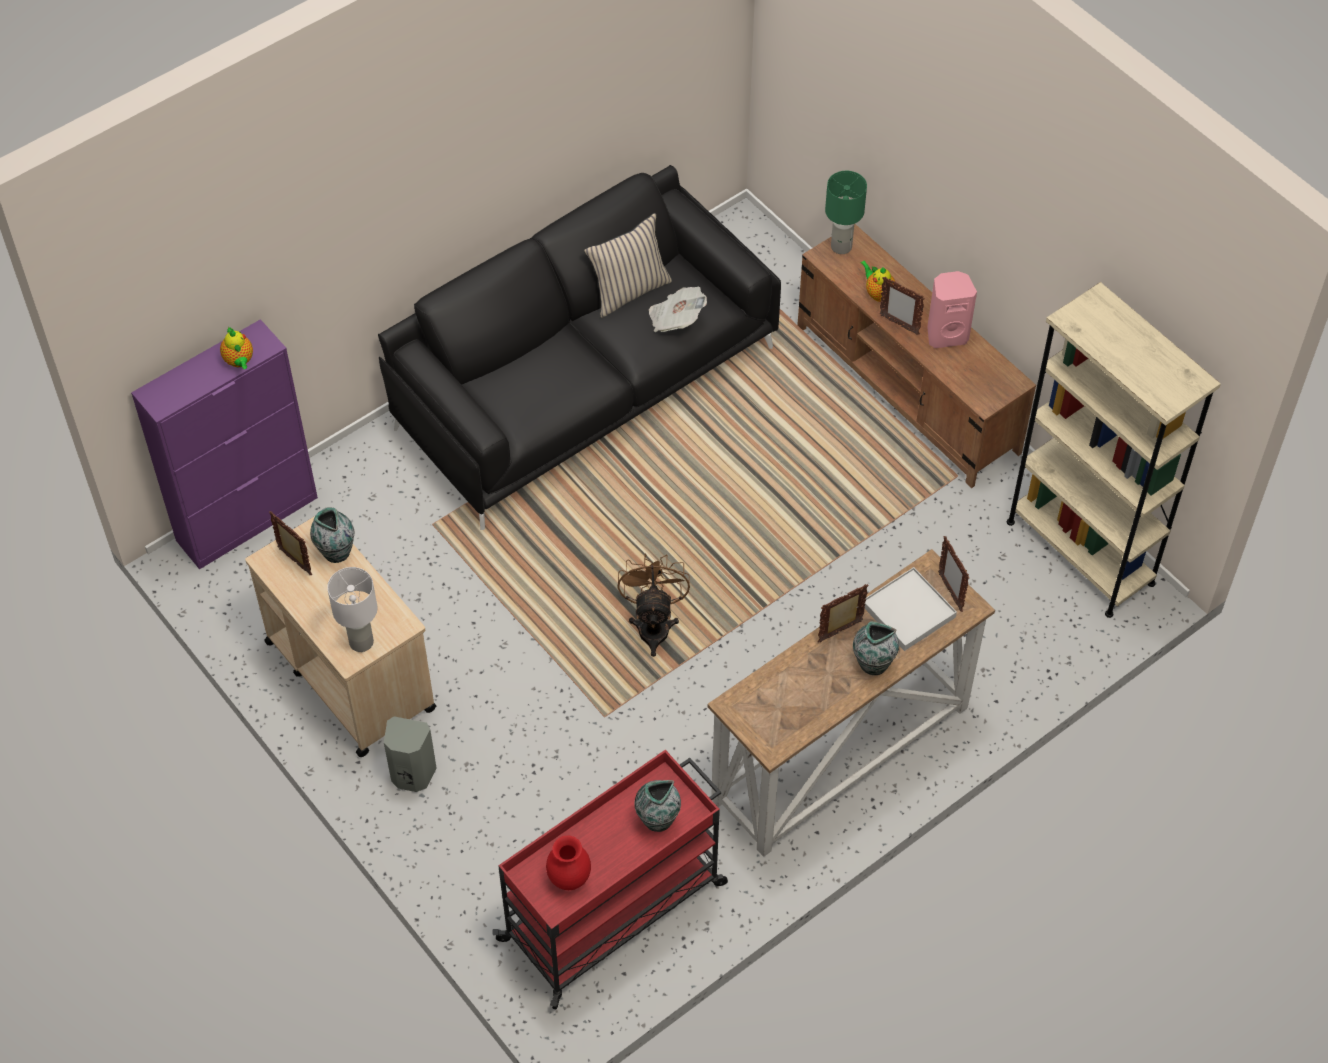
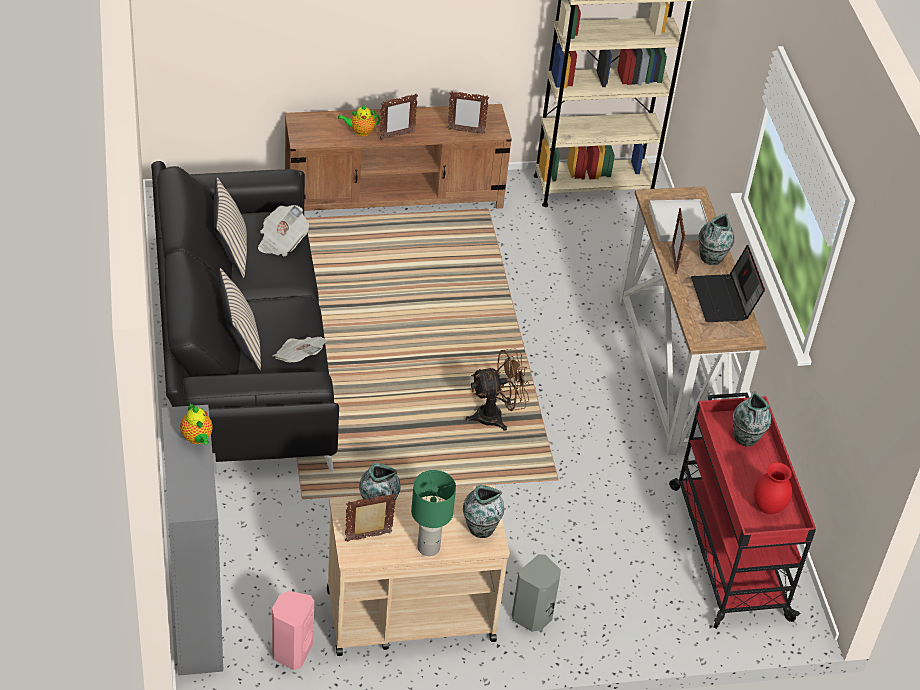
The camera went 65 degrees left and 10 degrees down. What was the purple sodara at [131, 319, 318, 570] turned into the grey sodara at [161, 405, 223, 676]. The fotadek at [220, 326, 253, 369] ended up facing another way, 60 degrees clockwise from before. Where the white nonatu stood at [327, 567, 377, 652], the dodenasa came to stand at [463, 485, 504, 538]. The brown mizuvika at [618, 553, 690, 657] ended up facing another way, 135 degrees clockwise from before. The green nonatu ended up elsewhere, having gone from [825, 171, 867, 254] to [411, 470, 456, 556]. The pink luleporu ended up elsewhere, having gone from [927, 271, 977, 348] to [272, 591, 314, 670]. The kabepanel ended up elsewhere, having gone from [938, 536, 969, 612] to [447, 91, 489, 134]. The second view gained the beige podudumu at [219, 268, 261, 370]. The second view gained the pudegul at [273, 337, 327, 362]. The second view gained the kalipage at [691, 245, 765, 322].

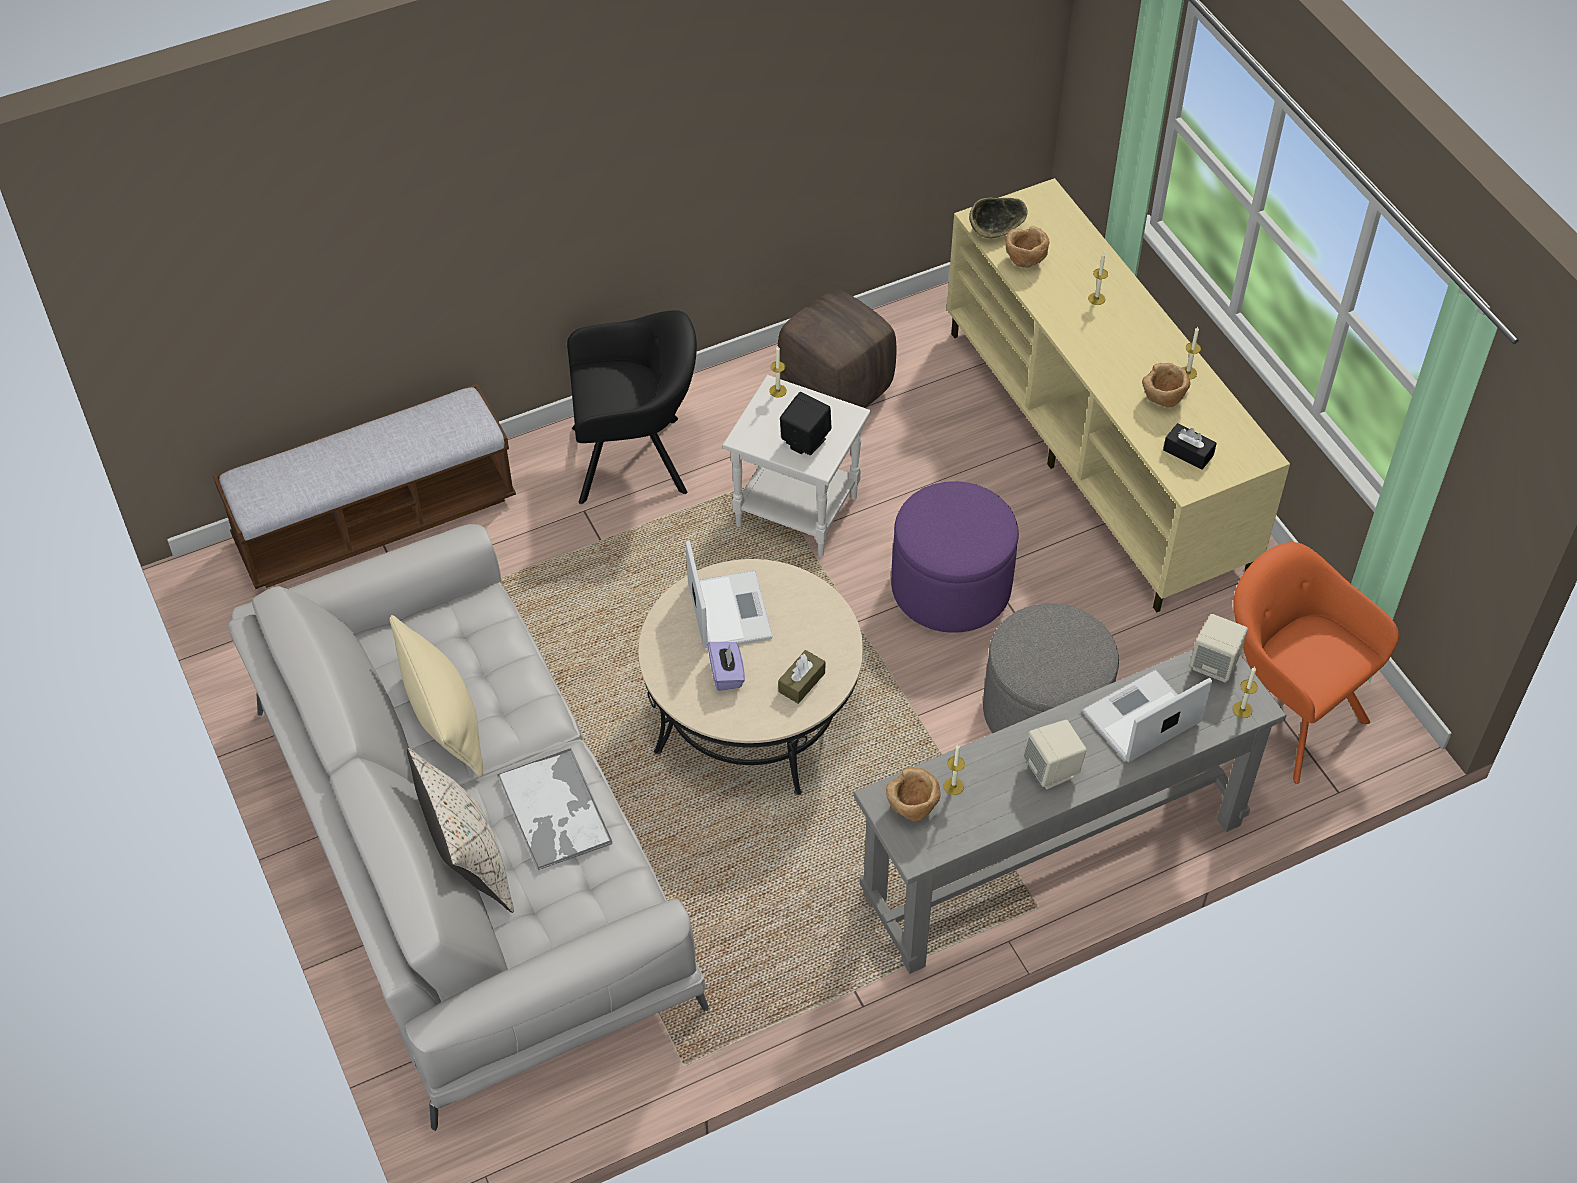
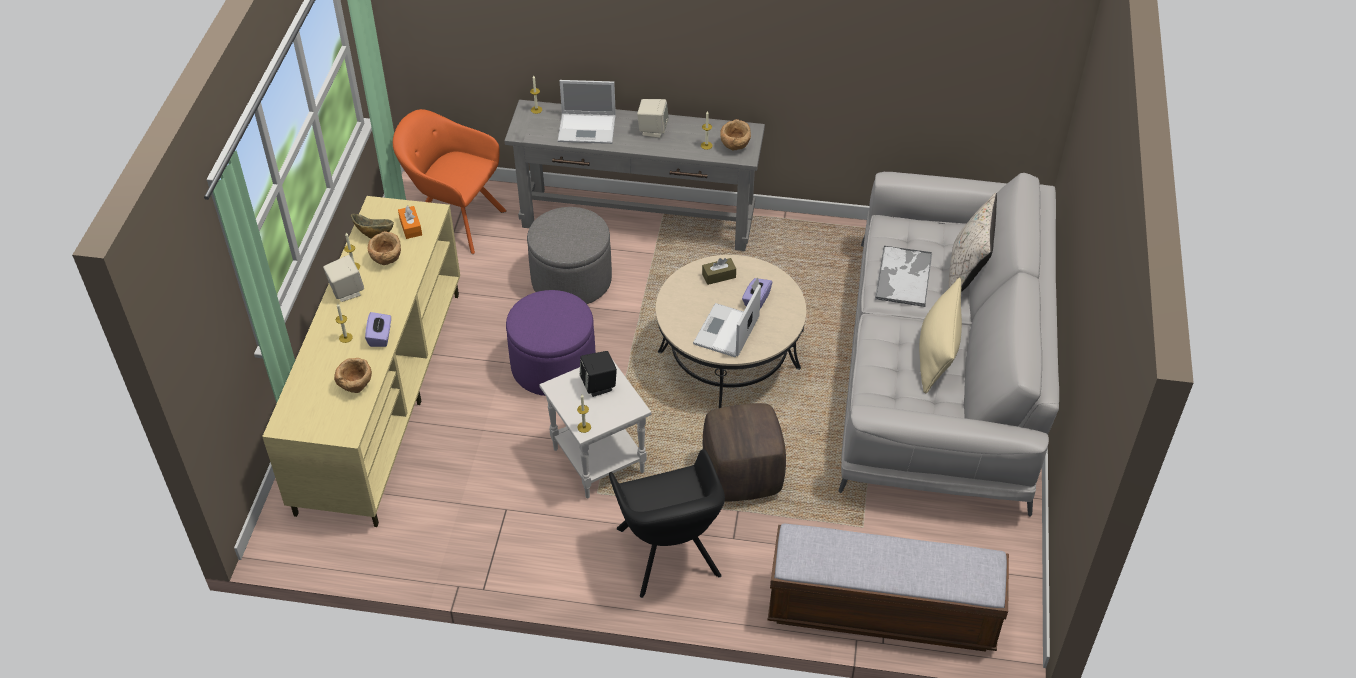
The camera went 145 degrees left and 5 degrees down. The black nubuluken at [567, 310, 697, 504] ended up facing another way, 135 degrees counterclockwise from before. The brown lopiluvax ended up elsewhere, having gone from [778, 290, 896, 408] to [703, 403, 786, 501]. The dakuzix ended up elsewhere, having gone from [969, 198, 1028, 238] to [351, 214, 394, 239]. What was the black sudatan at [1163, 423, 1217, 470] turned into the orange sudatan at [398, 206, 422, 239]. The beige luleporu ended up elsewhere, having gone from [1190, 614, 1248, 682] to [323, 255, 364, 302]. The orange nubuluken at [1233, 542, 1399, 784] ended up facing another way, 120 degrees clockwise from before. The second view gained the purple sudatan at [365, 312, 391, 347].

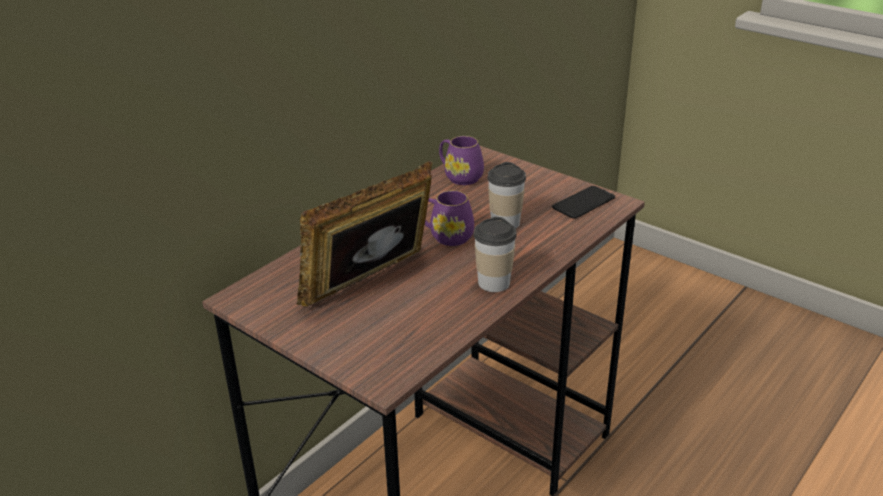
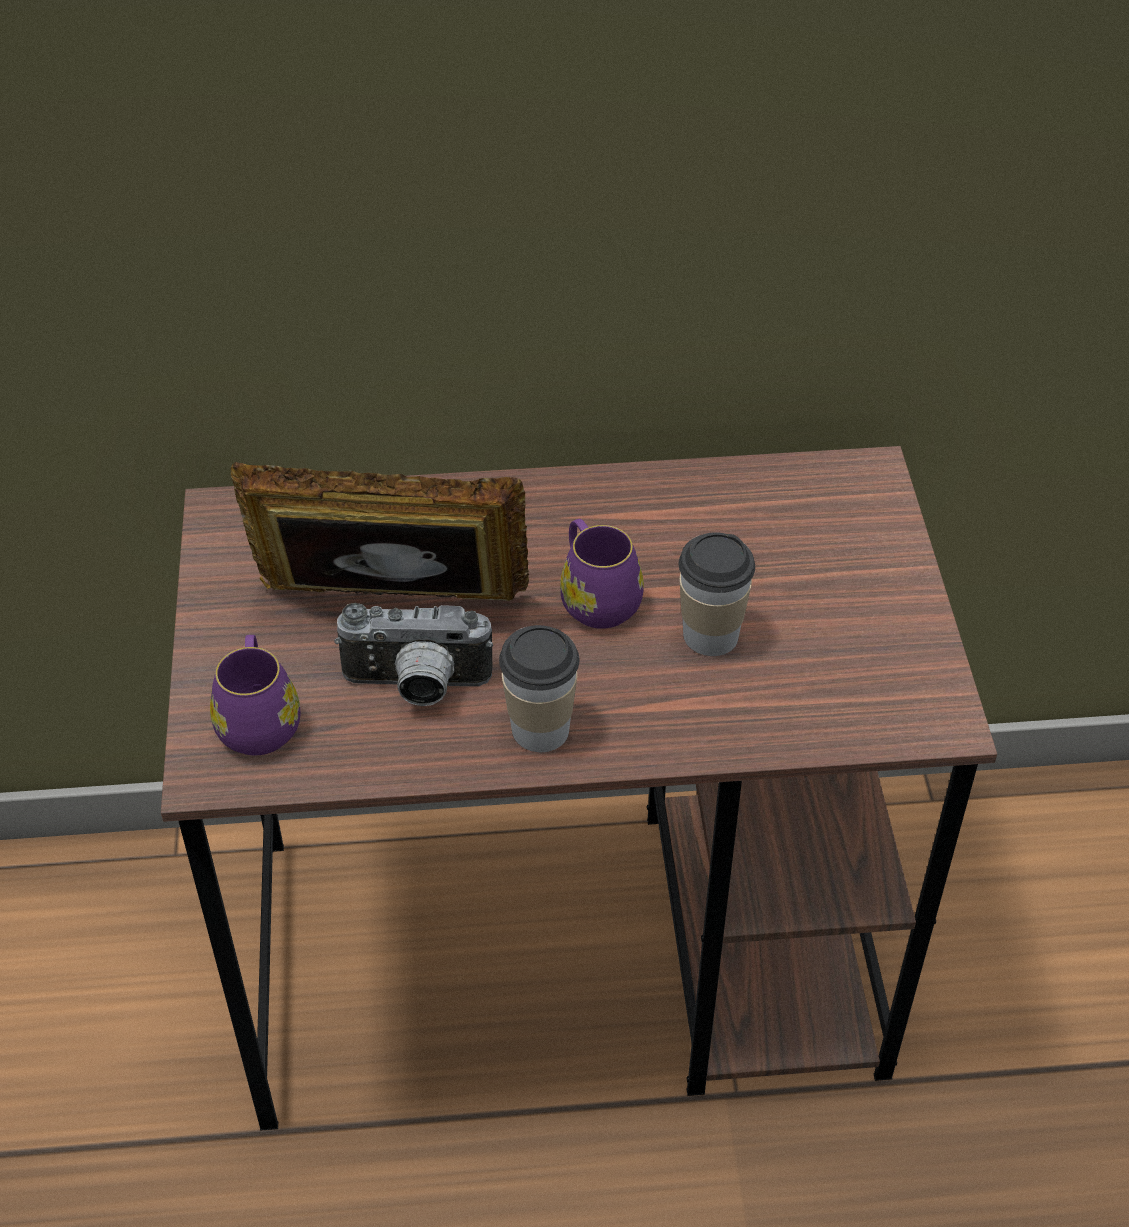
The camera went 45 degrees right and 15 degrees up. The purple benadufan ended up elsewhere, having gone from [439, 136, 484, 185] to [210, 635, 300, 756]. The second view lost the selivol at [552, 186, 615, 218]. The second view gained the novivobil at [334, 603, 493, 706].

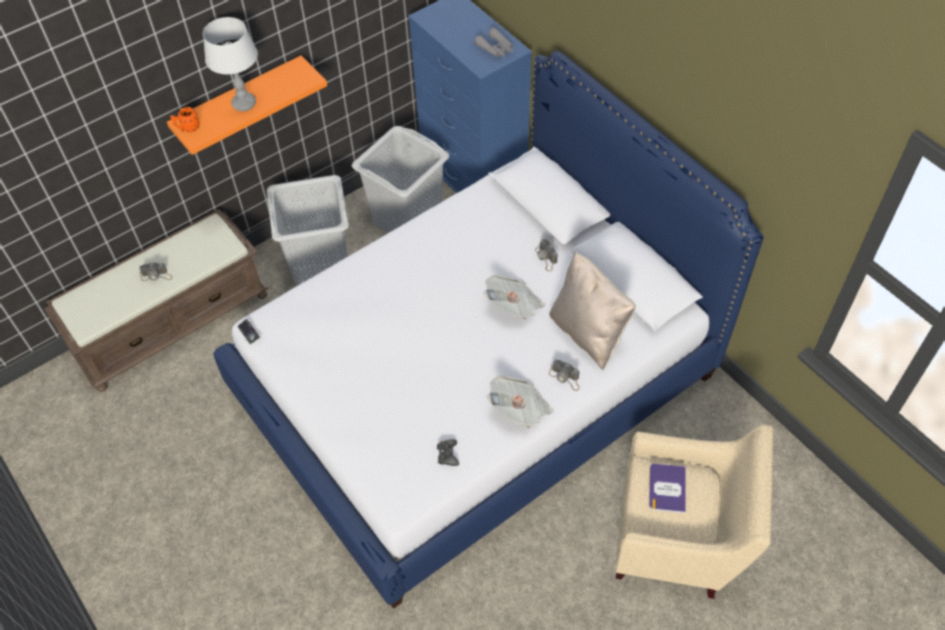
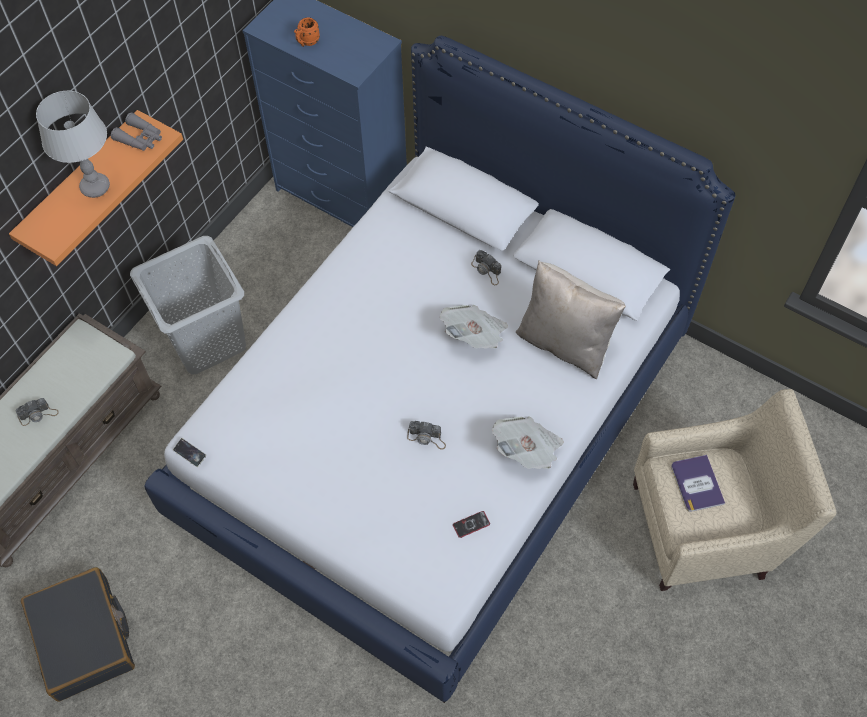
The camera went 20 degrees left and 5 degrees up. The orange benadufan ended up elsewhere, having gone from [170, 107, 200, 132] to [294, 17, 320, 47]. The second view lost the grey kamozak at [352, 126, 449, 233]. Where the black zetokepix stood at [437, 439, 459, 466], the selivol came to stand at [453, 511, 490, 538]. The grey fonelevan ended up elsewhere, having gone from [474, 27, 513, 57] to [111, 112, 162, 151]. The novivobil ended up elsewhere, having gone from [549, 360, 580, 391] to [407, 421, 446, 450]. The second view gained the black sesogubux at [21, 567, 135, 702].

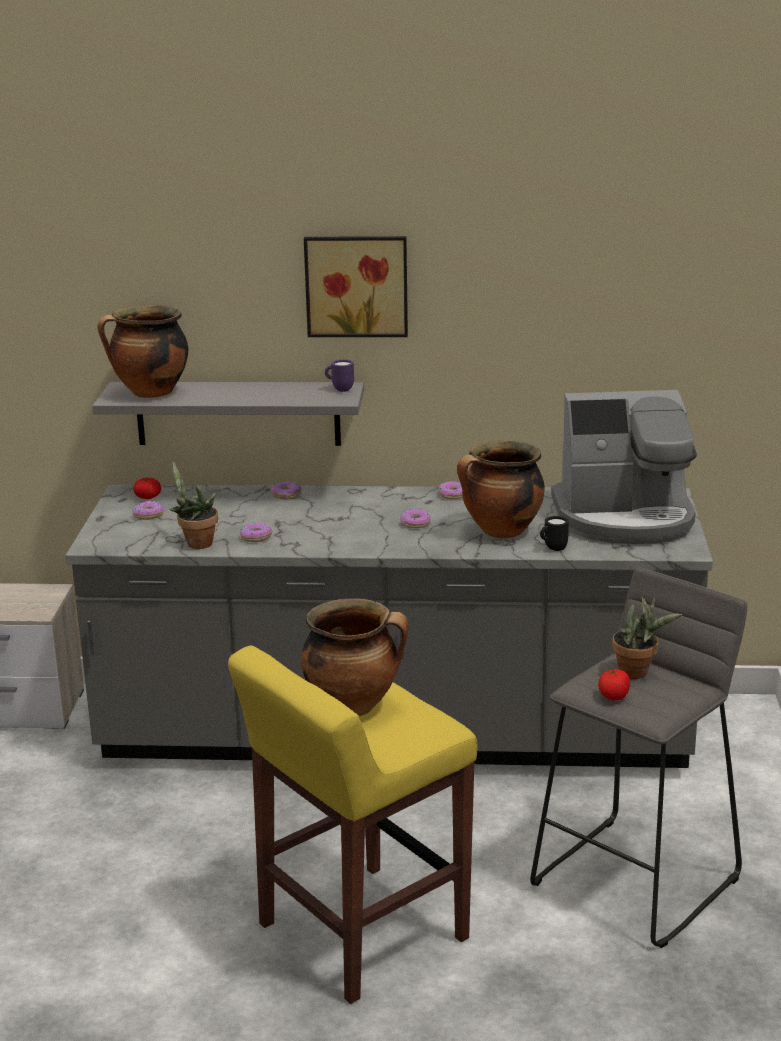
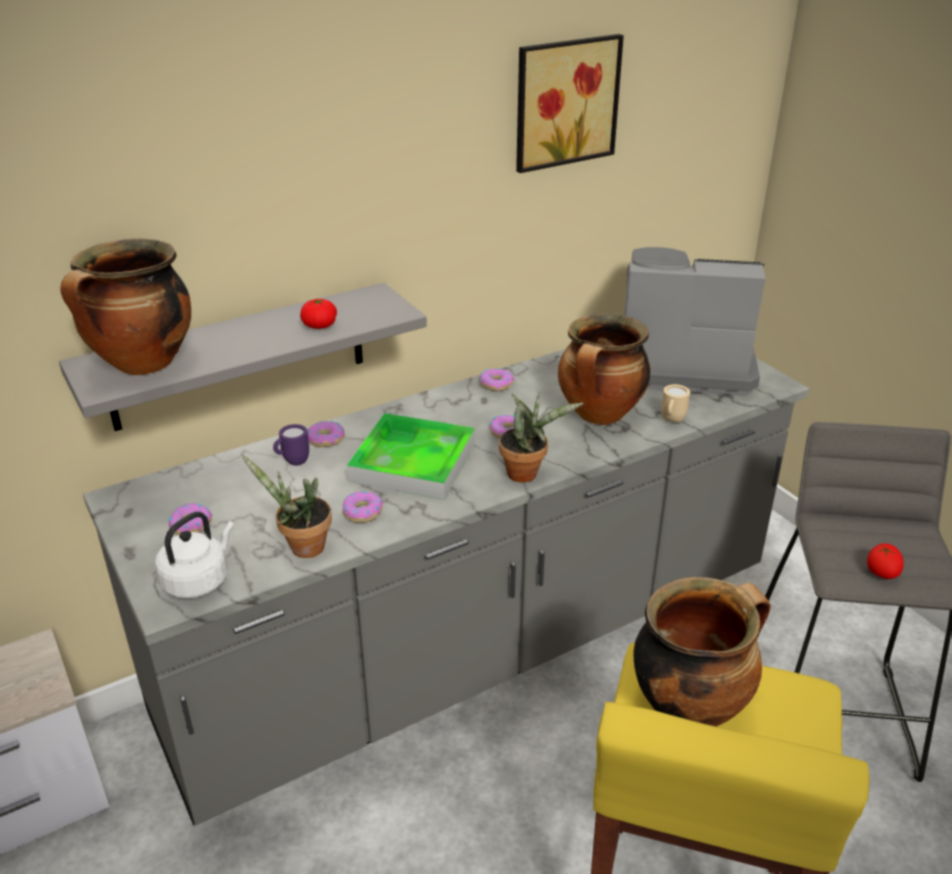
The camera went 35 degrees left and 10 degrees up. The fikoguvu ended up elsewhere, having gone from [133, 477, 161, 499] to [300, 299, 337, 329]. The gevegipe ended up elsewhere, having gone from [304, 236, 408, 337] to [516, 34, 624, 173]. The purple benadufan ended up elsewhere, having gone from [325, 359, 354, 392] to [273, 424, 309, 466]. What was the black benadufan at [540, 516, 569, 551] turned into the beige benadufan at [661, 384, 690, 423]. The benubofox at [551, 390, 697, 544] ended up facing another way, 135 degrees counterclockwise from before. The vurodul ended up elsewhere, having gone from [612, 597, 683, 679] to [499, 392, 583, 483]. The second view gained the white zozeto at [155, 512, 234, 599]. The second view gained the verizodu at [347, 413, 475, 500].

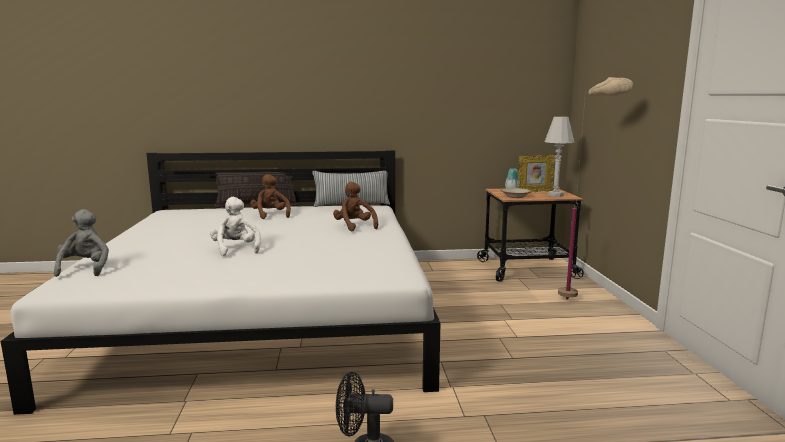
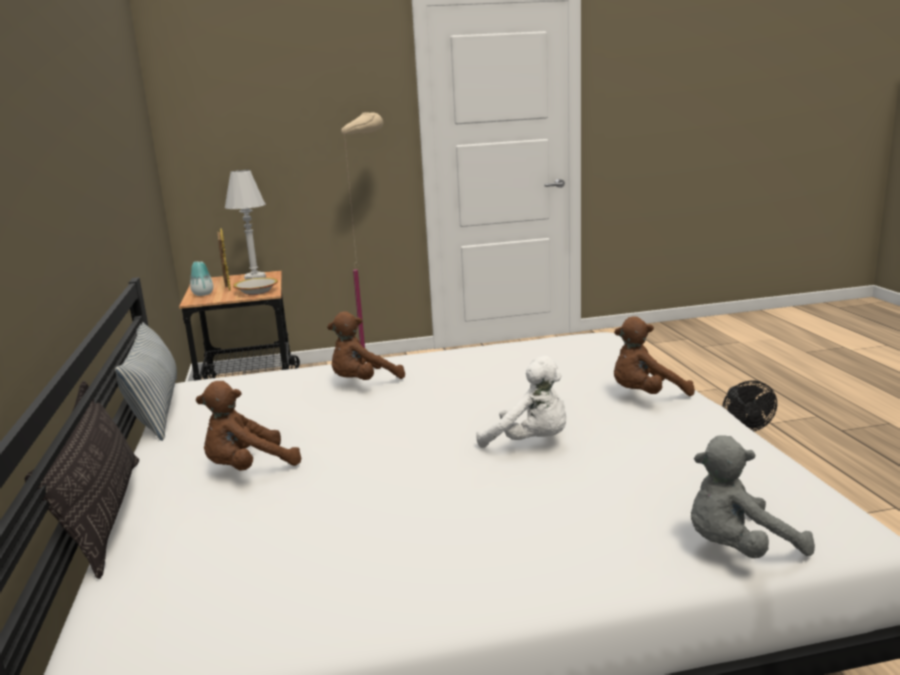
The camera went 95 degrees left and 5 degrees up. The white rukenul at [210, 197, 261, 256] ended up facing another way, 120 degrees counterclockwise from before. The second view gained the brown rukenul at [614, 316, 695, 396].

